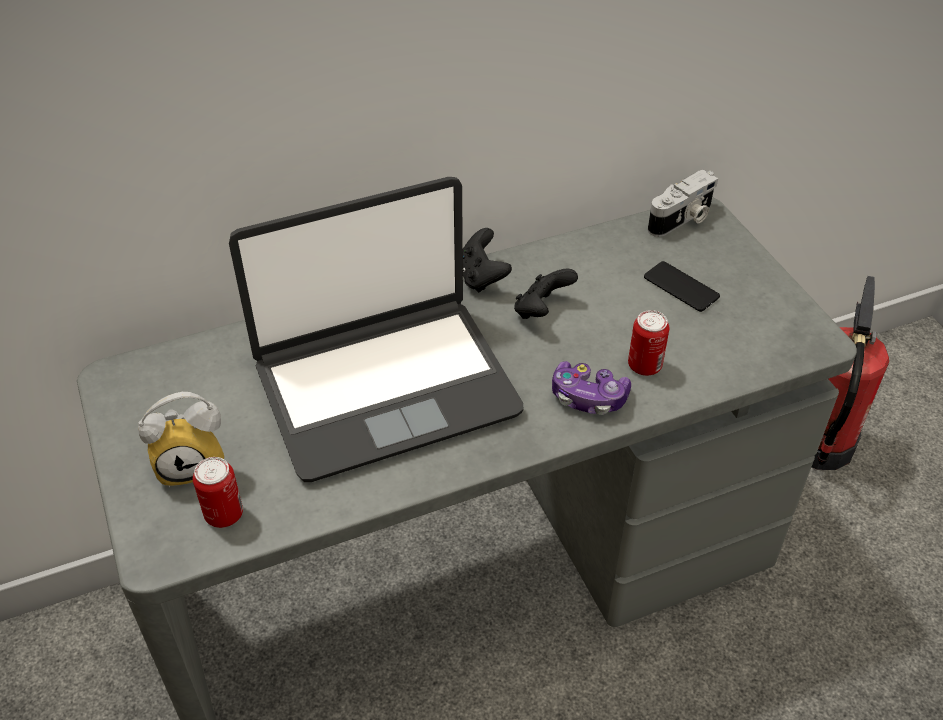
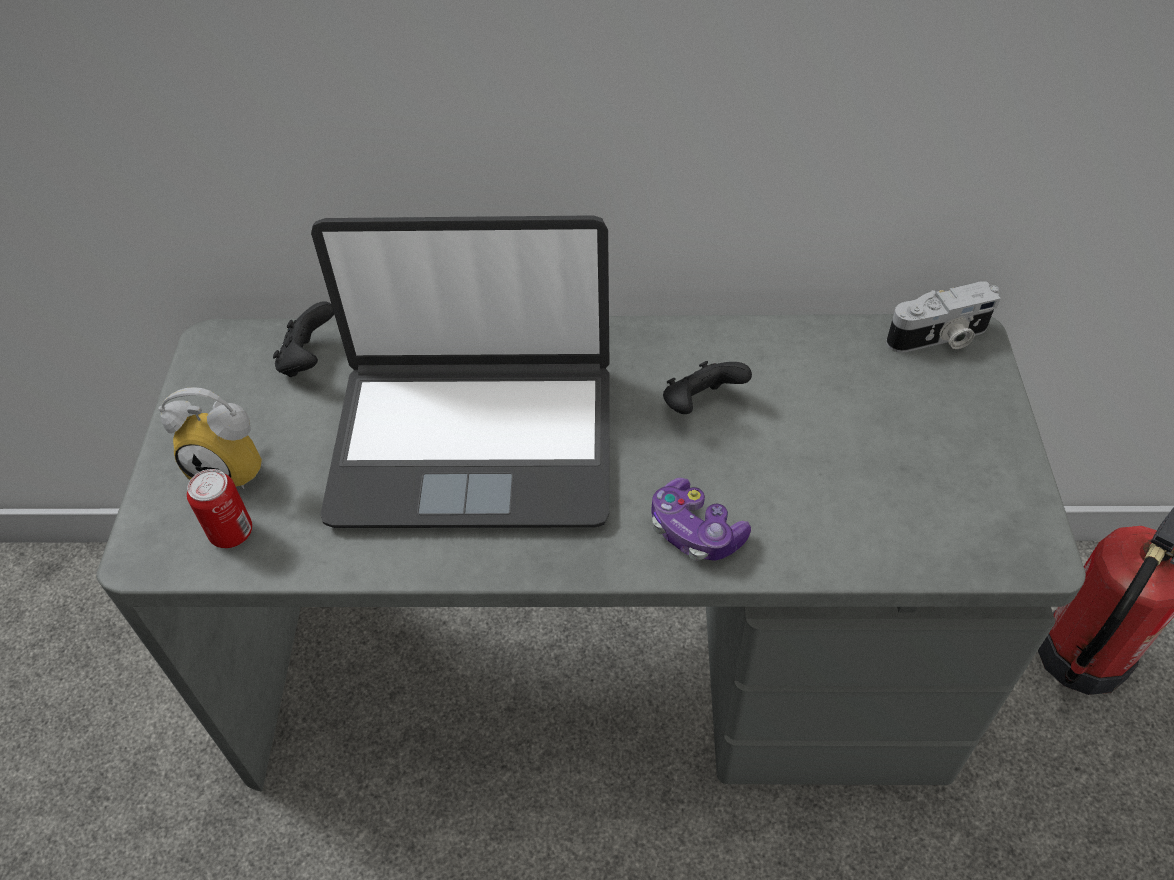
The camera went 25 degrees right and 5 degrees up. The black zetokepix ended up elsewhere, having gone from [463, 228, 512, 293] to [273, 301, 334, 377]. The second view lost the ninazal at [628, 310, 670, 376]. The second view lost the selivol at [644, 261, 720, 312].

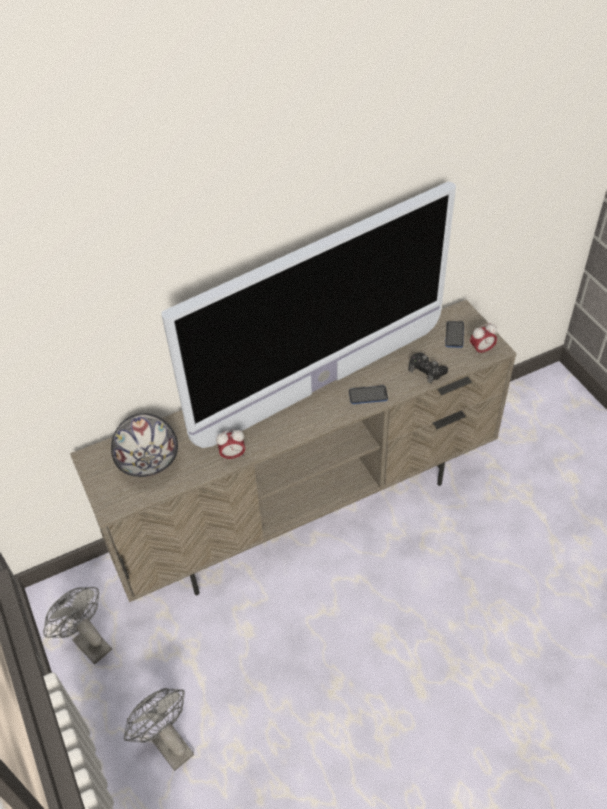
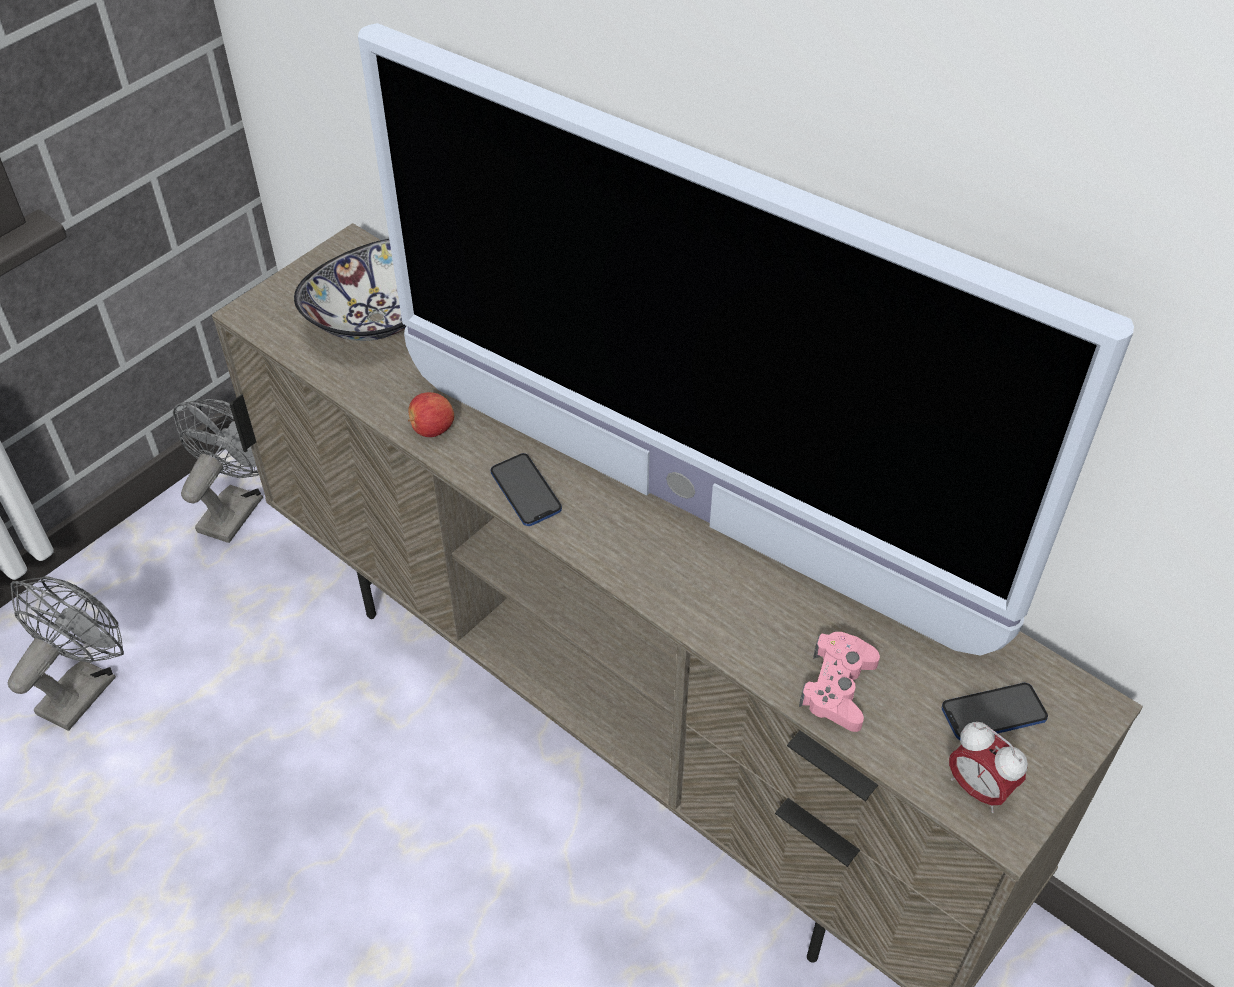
The camera went 65 degrees right and 0 degrees up. Where the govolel stood at [216, 430, 245, 461], the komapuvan came to stand at [408, 392, 454, 437]. The selivol ended up elsewhere, having gone from [349, 386, 388, 404] to [491, 453, 562, 526]. What was the black zetokepix at [408, 352, 448, 384] turned into the pink zetokepix at [799, 632, 880, 732].

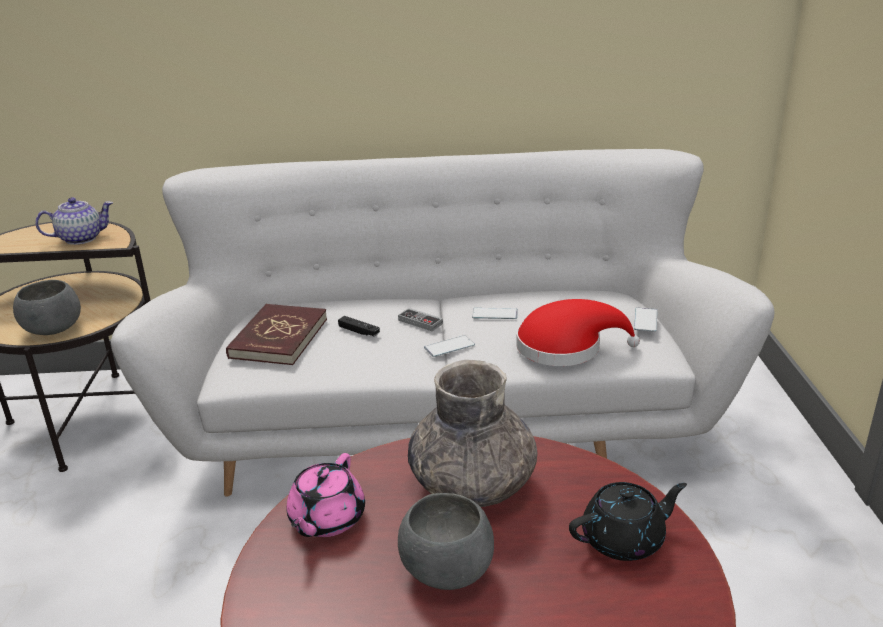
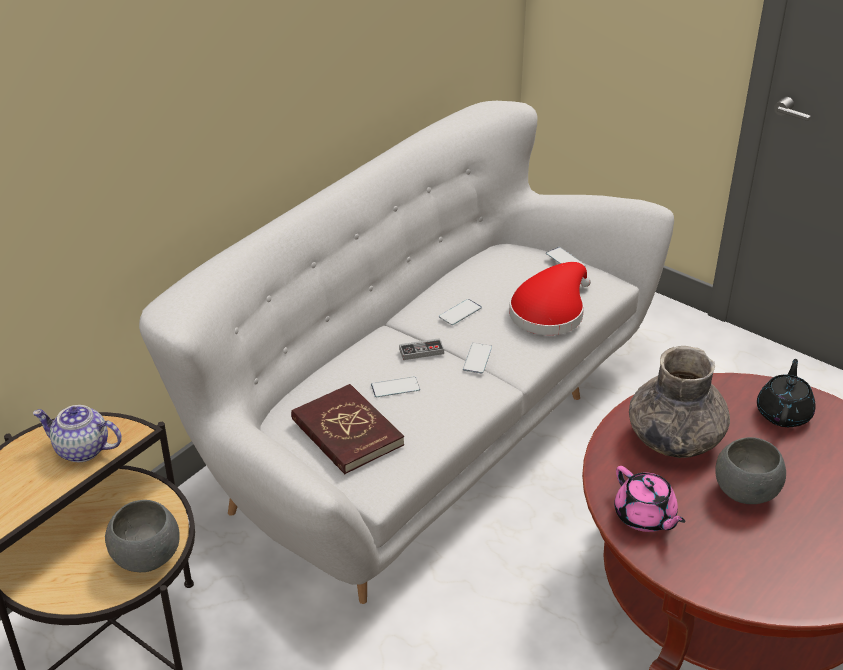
The camera went 50 degrees left and 10 degrees up. The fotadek at [35, 197, 113, 245] ended up facing another way, 90 degrees counterclockwise from before. Where the black zetokepix stood at [338, 316, 380, 336], the selivol came to stand at [371, 377, 420, 397].

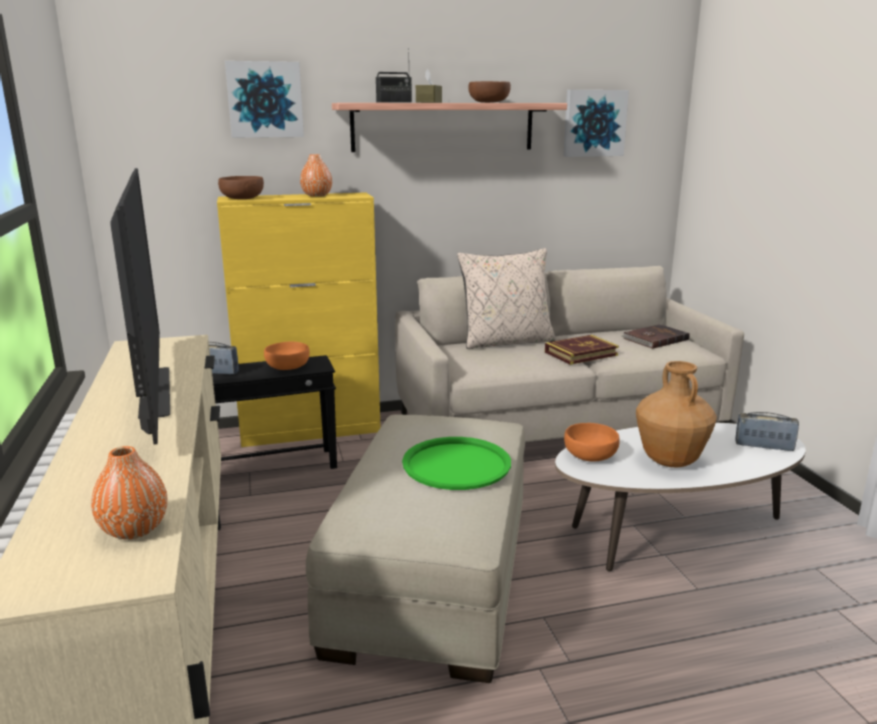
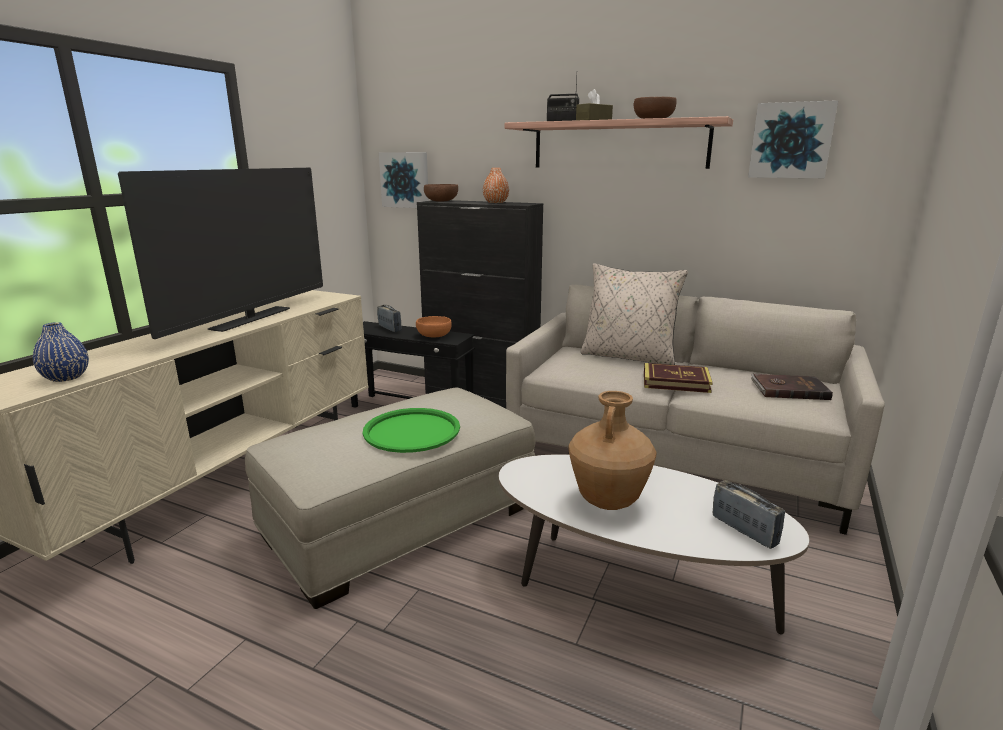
The camera went 40 degrees right and 0 degrees up. What was the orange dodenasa at [91, 446, 167, 540] turned into the blue dodenasa at [33, 322, 89, 382]. What was the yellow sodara at [217, 192, 380, 447] turned into the black sodara at [417, 200, 543, 408]. The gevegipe ended up elsewhere, having gone from [225, 61, 304, 138] to [379, 152, 429, 208]. The second view lost the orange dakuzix at [564, 423, 620, 462].

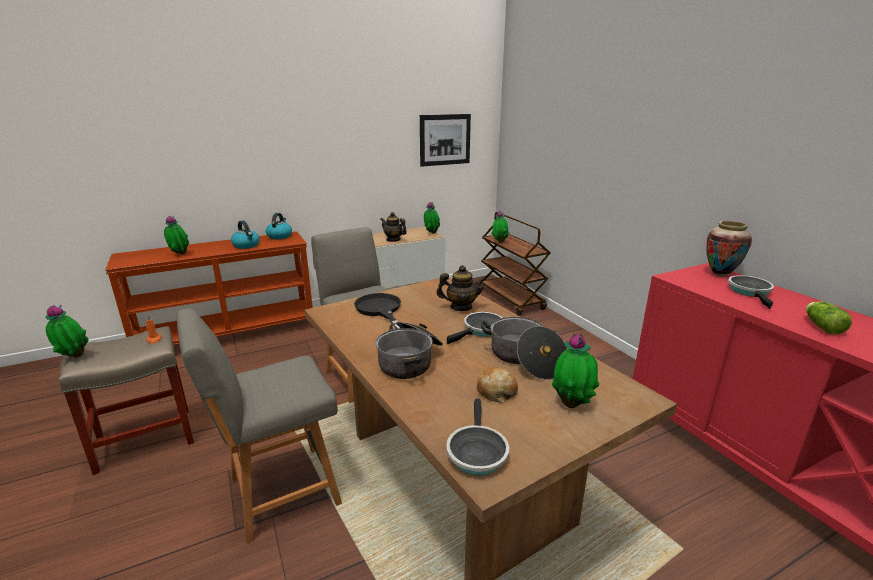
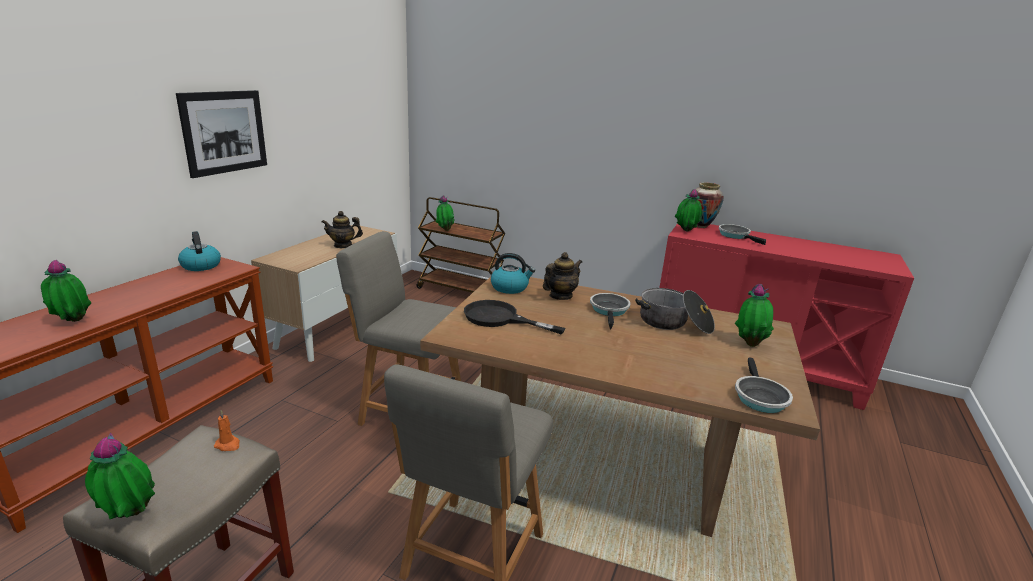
The camera went 40 degrees left and 0 degrees up. The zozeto ended up elsewhere, having gone from [231, 220, 260, 249] to [491, 253, 535, 294]. The second view lost the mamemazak at [376, 322, 443, 379]. The gevegipe ended up elsewhere, having gone from [420, 114, 471, 167] to [176, 90, 267, 178]. The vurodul ended up elsewhere, having gone from [424, 202, 440, 234] to [675, 189, 702, 232]. The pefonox at [446, 399, 509, 475] ended up facing another way, 45 degrees clockwise from before. The second view lost the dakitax at [477, 367, 518, 403]. The second view lost the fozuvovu at [806, 301, 852, 334].

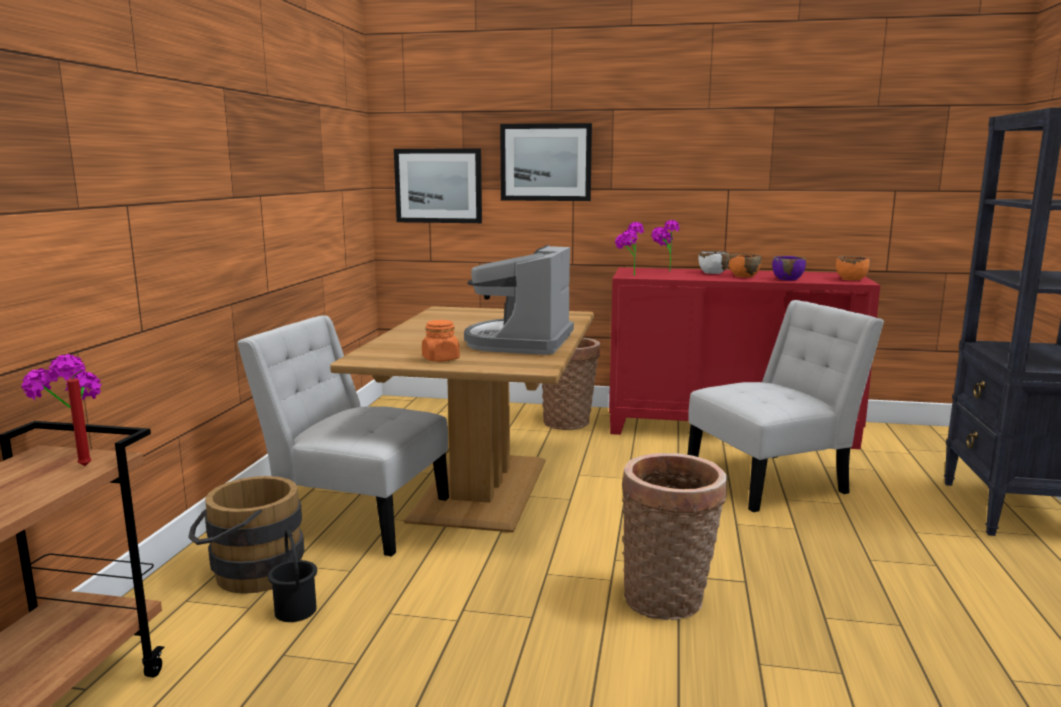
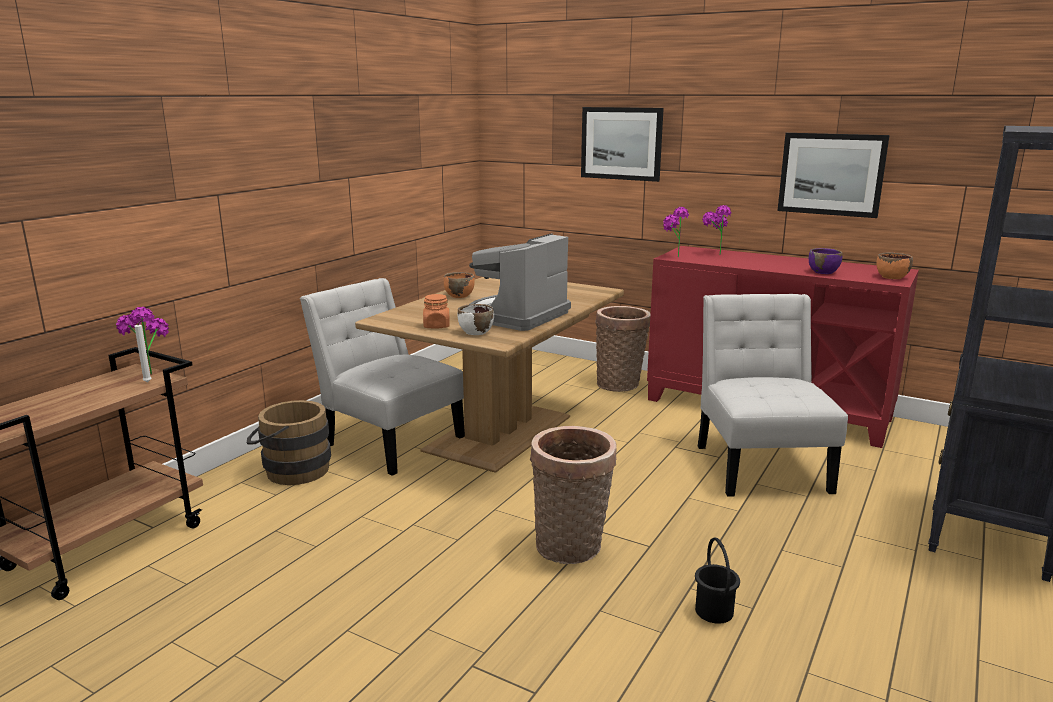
The camera went 20 degrees right and 5 degrees up. What was the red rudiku at [67, 370, 91, 466] turned into the white rudiku at [134, 319, 152, 382]. The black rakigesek ended up elsewhere, having gone from [268, 529, 317, 622] to [695, 537, 740, 624]. The gevegipe ended up elsewhere, having gone from [394, 148, 482, 223] to [778, 133, 889, 218]. The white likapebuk at [688, 300, 884, 512] ended up facing another way, 90 degrees counterclockwise from before. The white dakuzix ended up elsewhere, having gone from [698, 251, 729, 274] to [458, 304, 494, 335]. The orange dakuzix ended up elsewhere, having gone from [729, 254, 761, 278] to [444, 272, 475, 298].

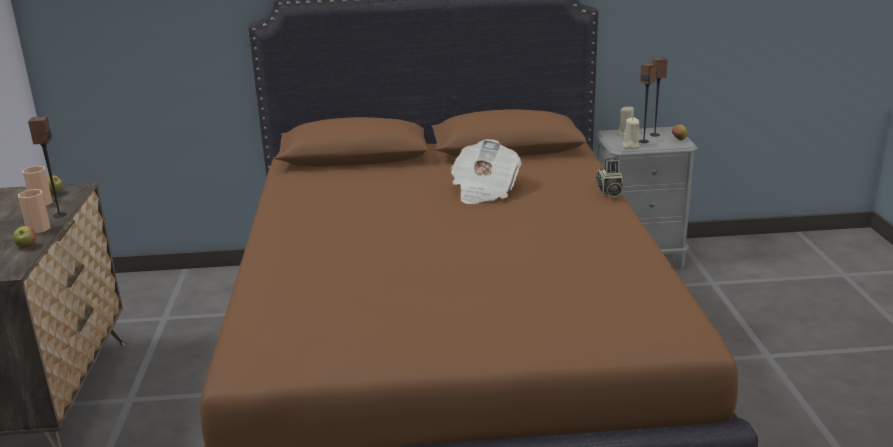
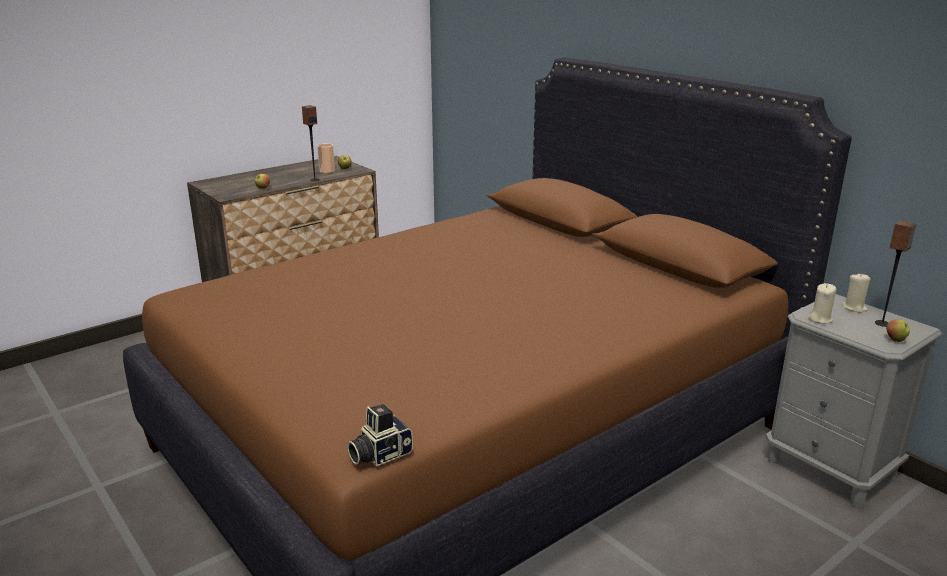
The camera went 55 degrees right and 0 degrees up. The second view lost the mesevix at [18, 189, 51, 234]. The second view lost the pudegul at [450, 139, 522, 204]. The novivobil ended up elsewhere, having gone from [596, 158, 623, 197] to [347, 404, 413, 467]. The second view lost the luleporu at [639, 62, 657, 143].

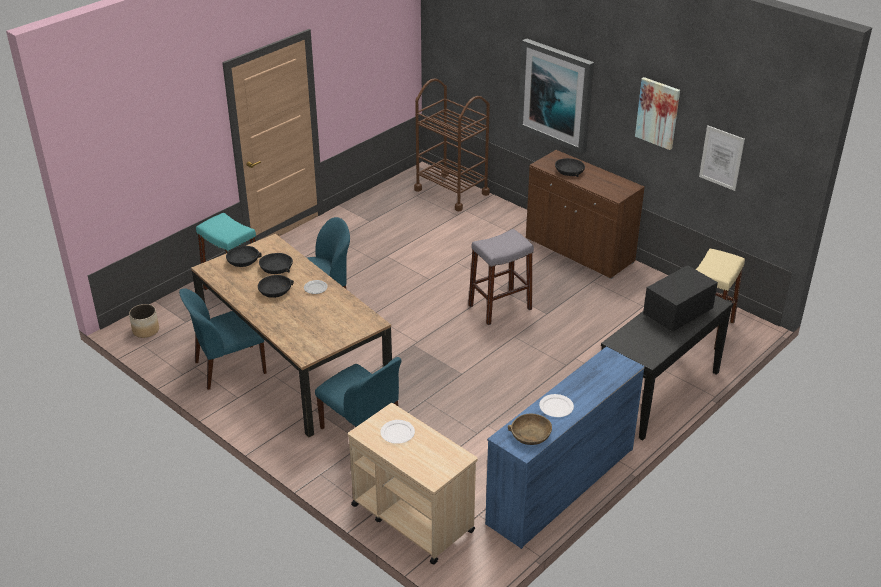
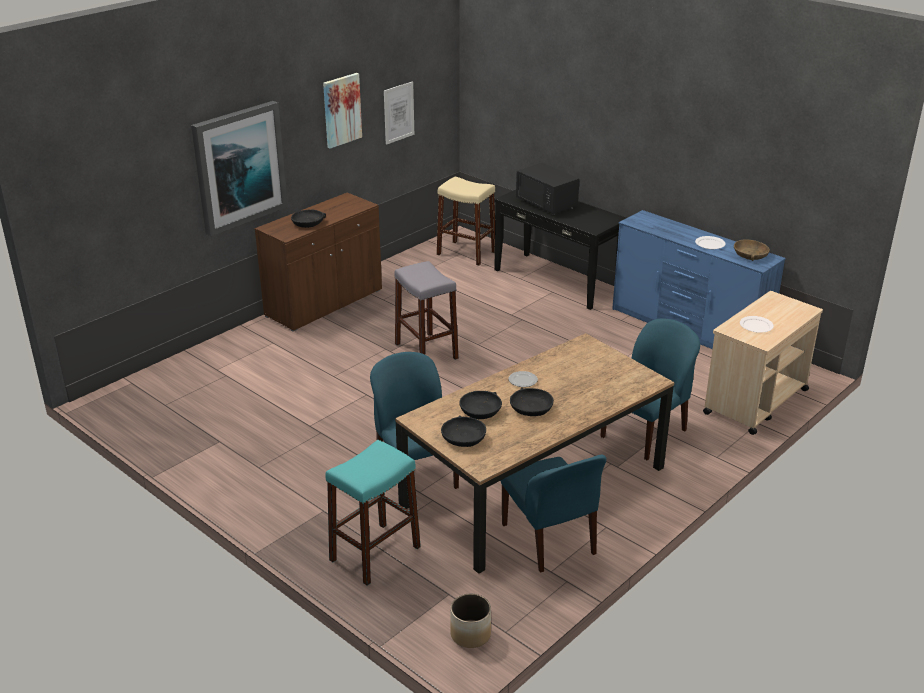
The camera went 90 degrees left and 5 degrees down. The second view lost the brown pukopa at [414, 78, 490, 211].

